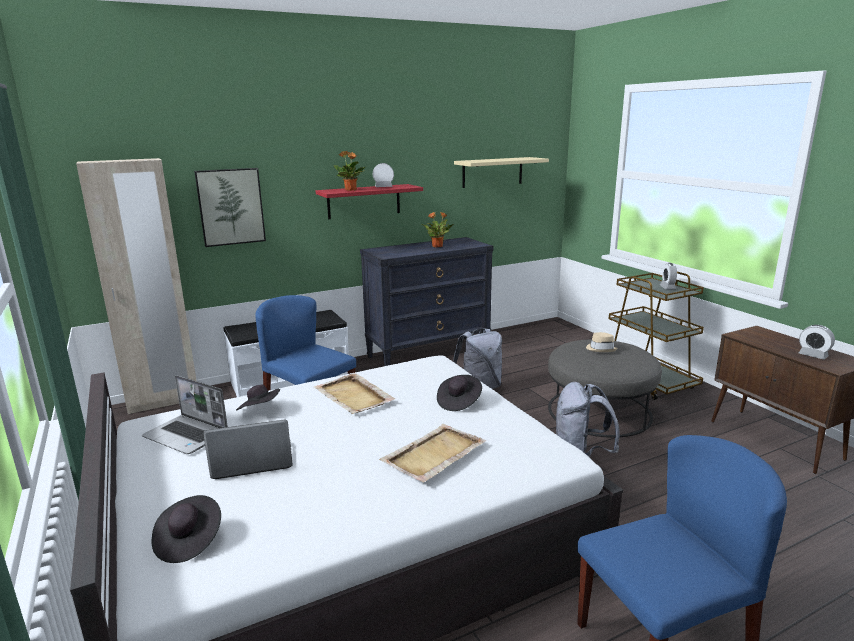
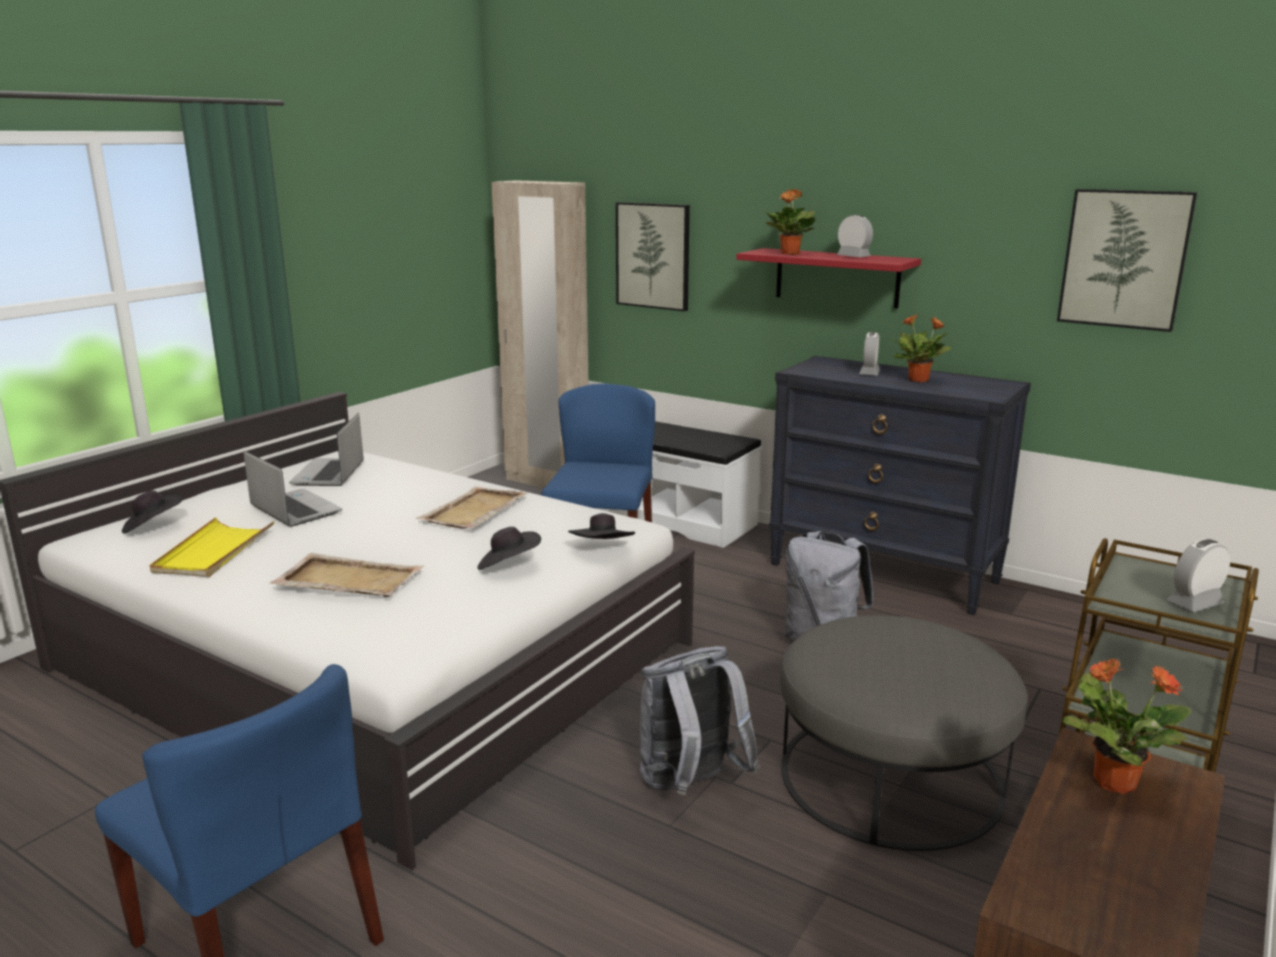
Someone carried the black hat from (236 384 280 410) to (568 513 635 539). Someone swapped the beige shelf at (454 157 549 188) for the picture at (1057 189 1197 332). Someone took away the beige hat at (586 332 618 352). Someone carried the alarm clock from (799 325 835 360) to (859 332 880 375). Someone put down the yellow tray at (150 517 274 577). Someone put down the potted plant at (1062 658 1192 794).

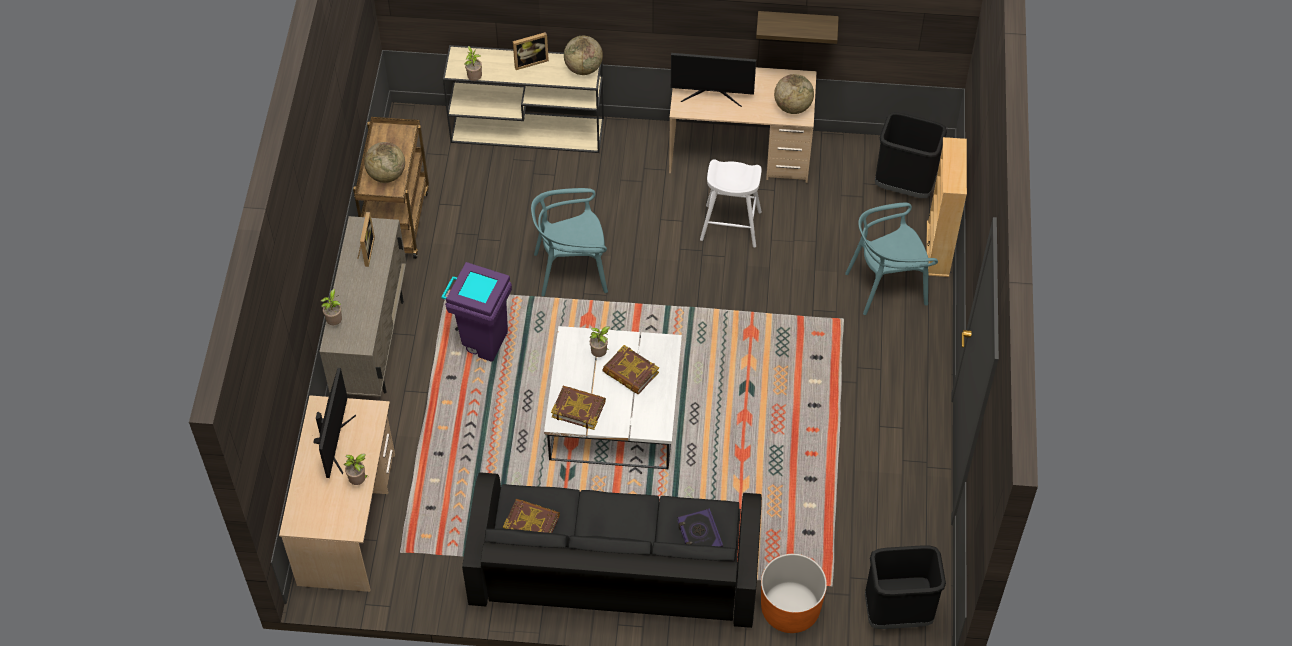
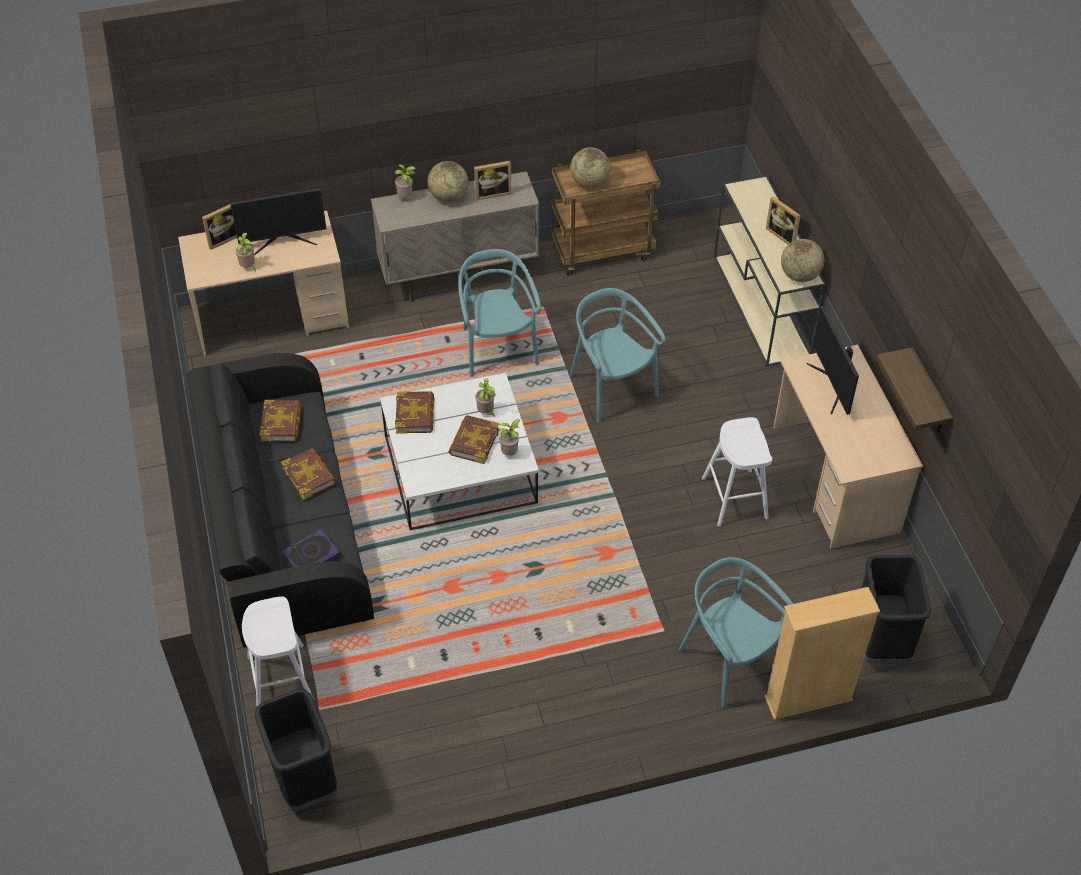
Someone swapped the purple trash can at (441 262 512 361) for the turquoise chair at (458 249 541 377). Someone carried the potted plant from (465 46 482 81) to (500 419 520 456). Someone swapped the orange planter at (761 554 827 633) for the white stool at (242 596 314 706). Someone carried the globe from (774 74 814 114) to (427 161 468 203). Someone put down the picture frame at (202 204 237 250). Someone put down the book at (281 448 337 500).

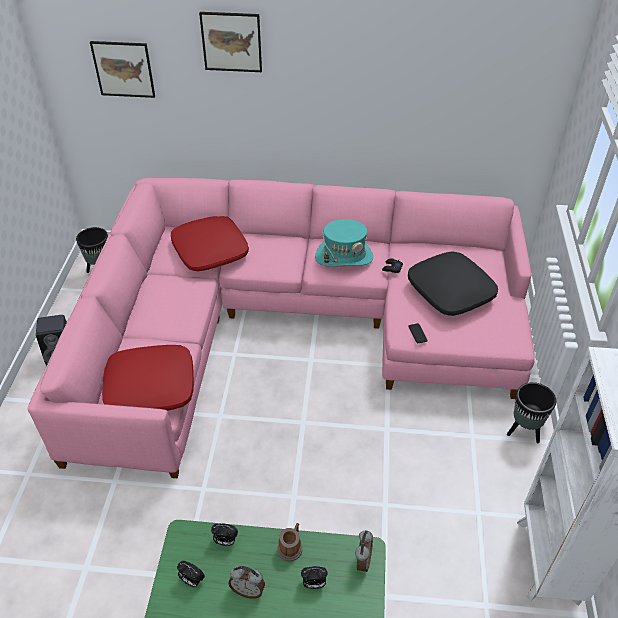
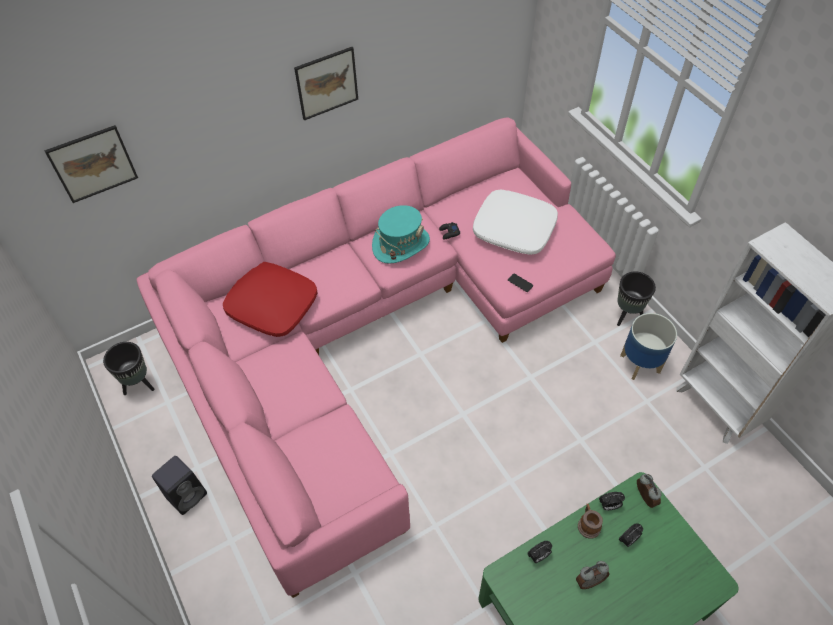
Someone took away the red pillow at (102 345 194 411). Someone carried the alarm clock from (177 561 205 587) to (599 492 625 510). Someone carried the picture from (199 12 262 72) to (294 47 358 120). Someone repainted the black pillow at (408 251 498 316), which became the white pillow at (473 189 558 255). Someone put down the planter at (620 313 677 380).

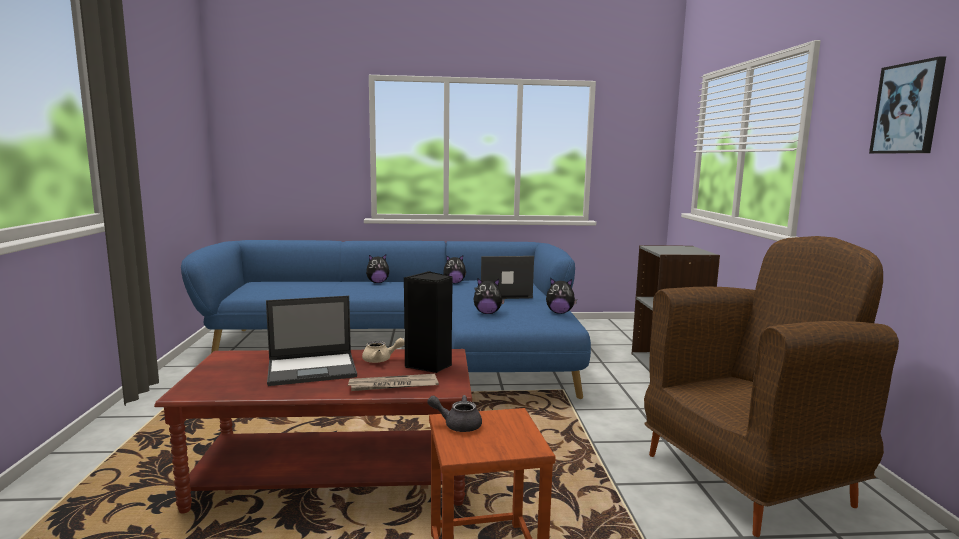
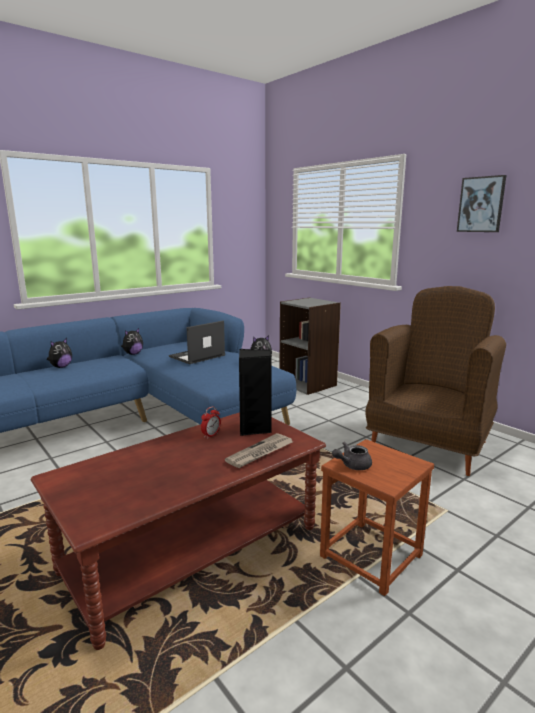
Someone took away the laptop at (266 296 357 386). Someone swapped the beige teapot at (362 338 405 363) for the alarm clock at (201 406 221 439). Someone took away the plush toy at (473 279 505 314).

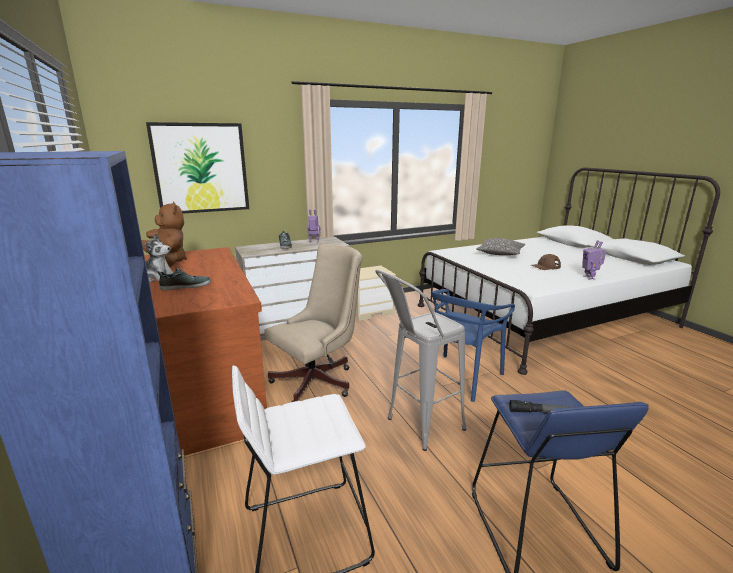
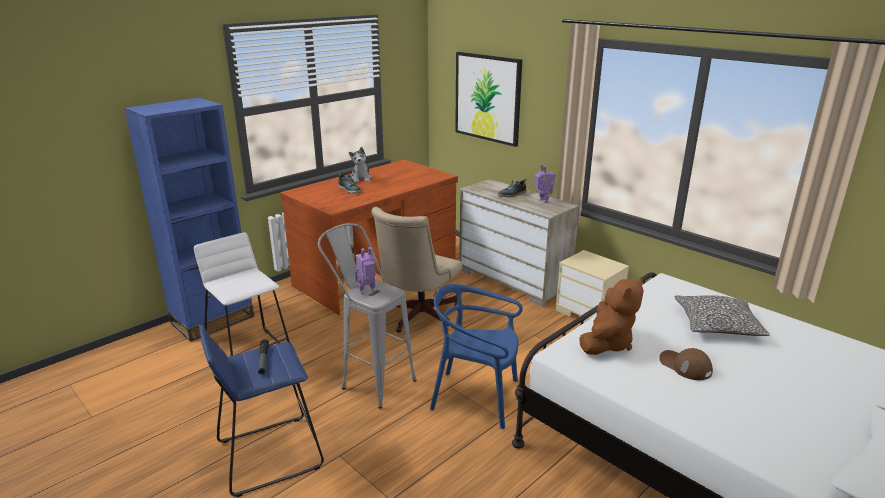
Someone carried the brown plush toy from (142 202 187 267) to (579 277 644 355). Someone rotated the beige office chair at (264 244 363 402) by 90 degrees clockwise. Someone carried the toy robot from (582 240 606 280) to (355 247 376 295).

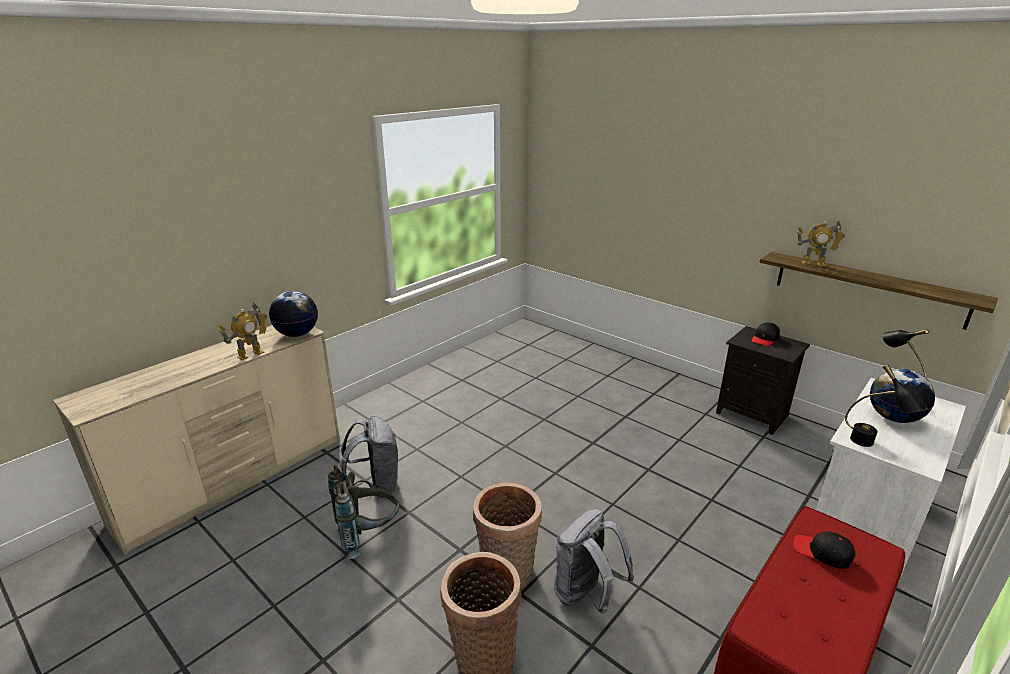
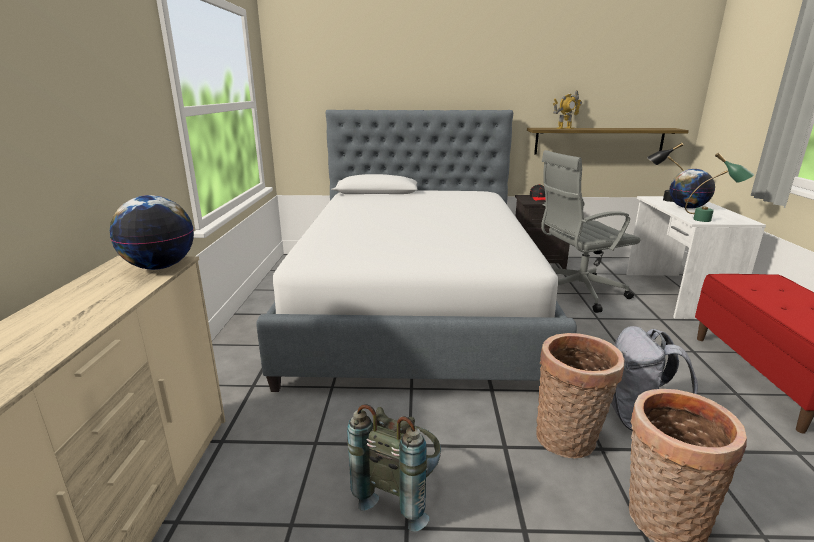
Someone took away the toy robot at (218 302 268 360). Someone took away the grey backpack at (341 416 399 498). Someone took away the black cap at (793 531 855 569). Someone repainted the black table lamp at (845 365 927 447), which became the green table lamp at (685 153 754 222). Someone put down the bed at (256 110 577 392). Someone put down the grey office chair at (541 150 640 313).

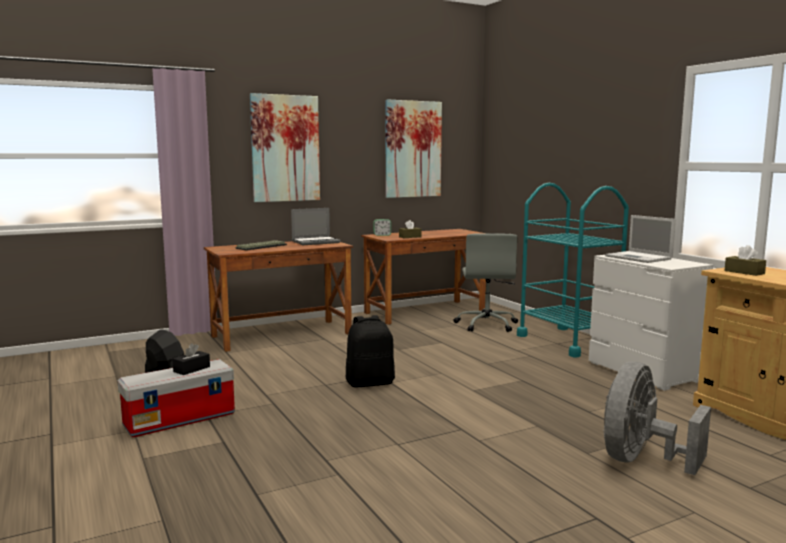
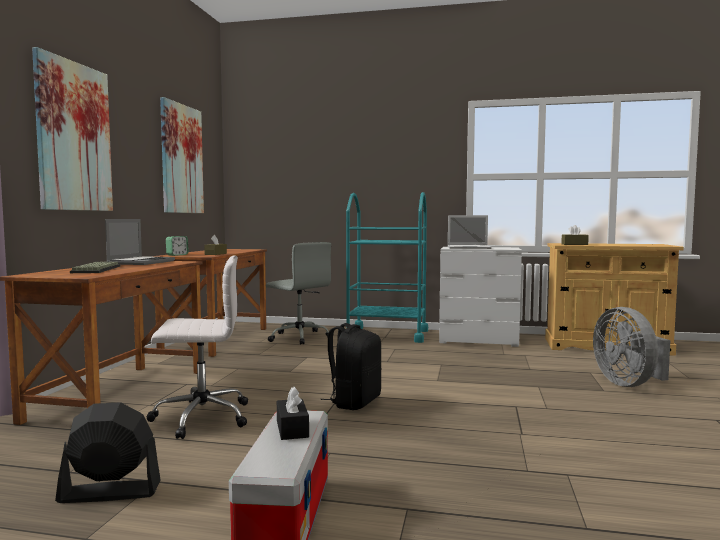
Someone put down the white office chair at (147 255 248 439).

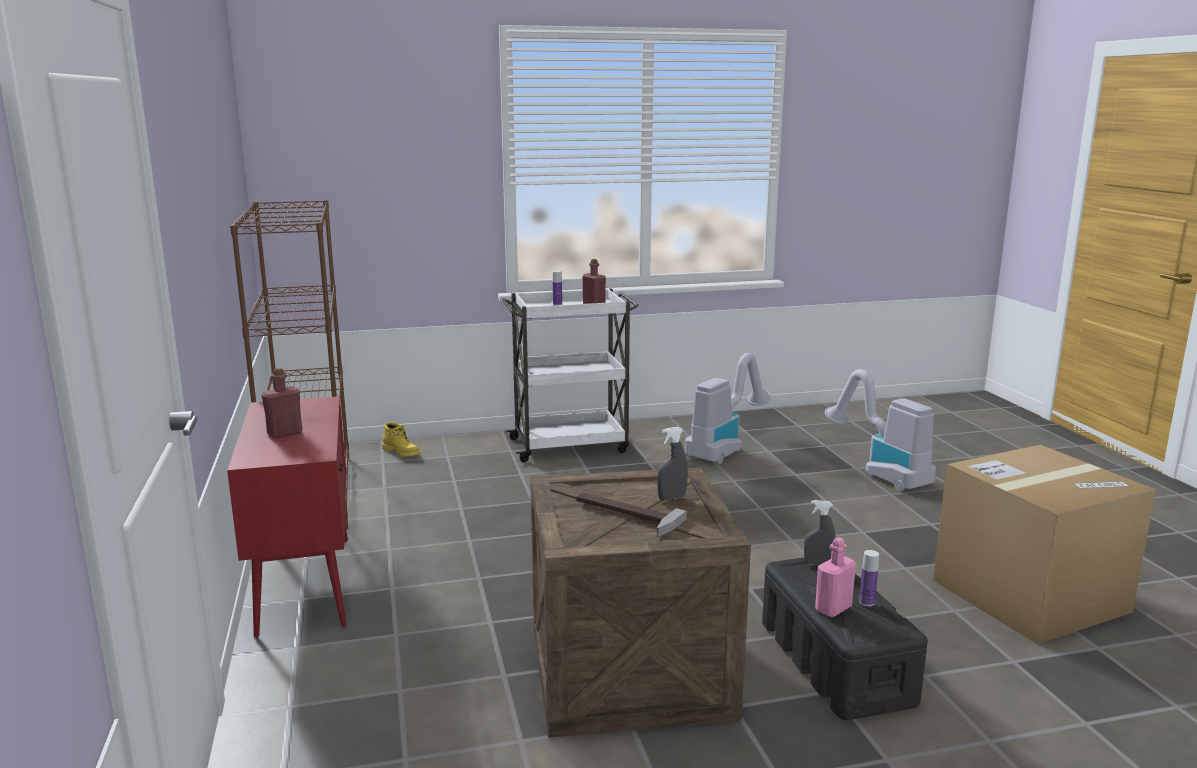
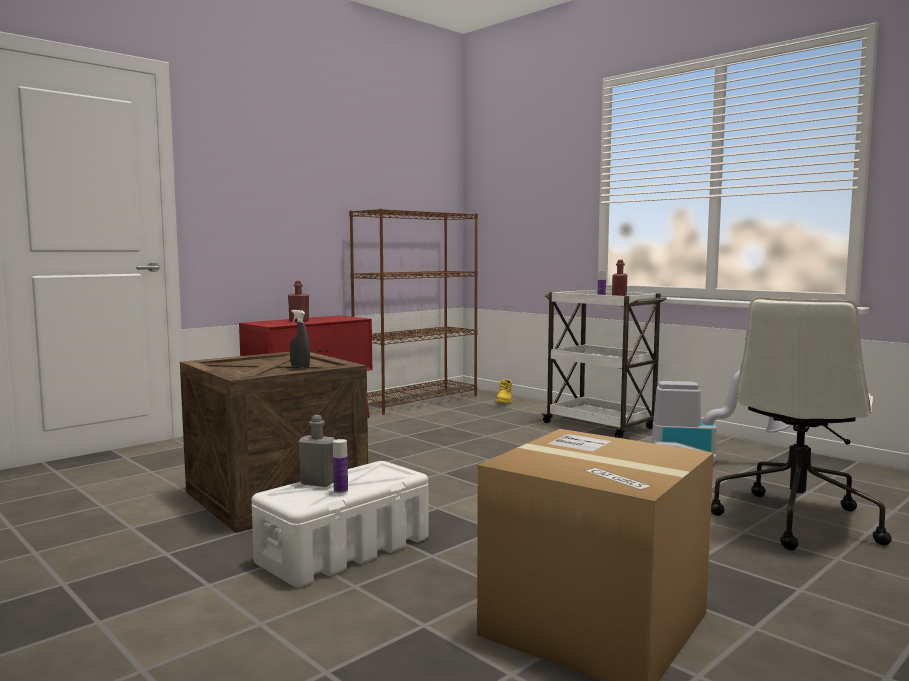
Someone took away the hammer at (576 492 687 537). Someone repainted the black storage box at (762 558 928 720), which became the white storage box at (252 461 429 587). Someone took away the grey spray bottle at (804 500 836 565). Someone repainted the pink bottle at (815 537 856 617), which became the grey bottle at (299 415 335 487). Someone swapped the vacuum cleaner at (825 369 936 491) for the white office chair at (711 298 892 550).

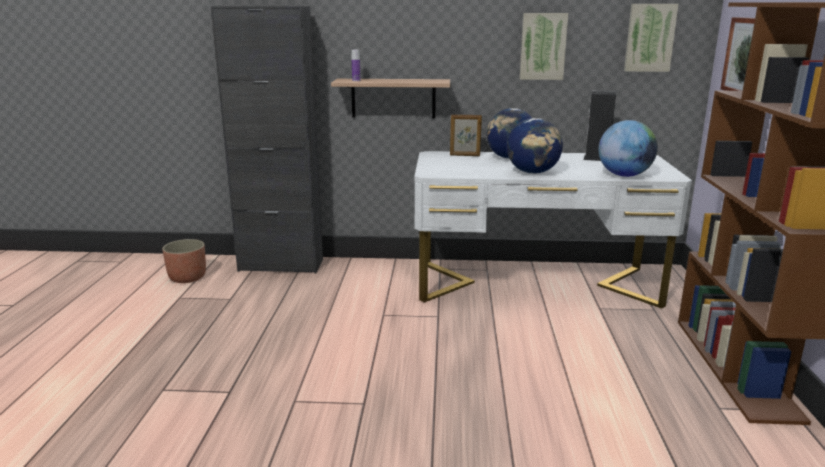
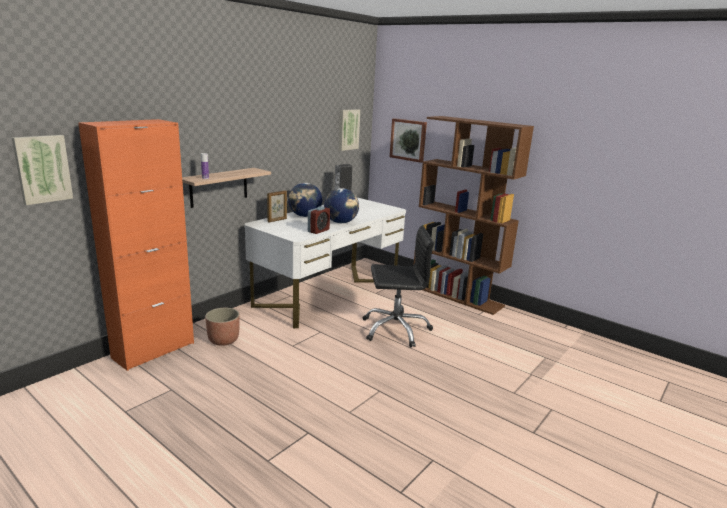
Someone carried the planter from (162 239 206 283) to (205 308 240 346). Someone repainted the black cabinet at (210 6 323 273), which became the orange cabinet at (78 119 194 371). Someone carried the picture from (520 13 568 80) to (12 135 73 205). Someone took away the globe at (599 120 658 177). Someone put down the alarm clock at (308 206 330 234). Someone put down the black office chair at (363 226 434 347).

